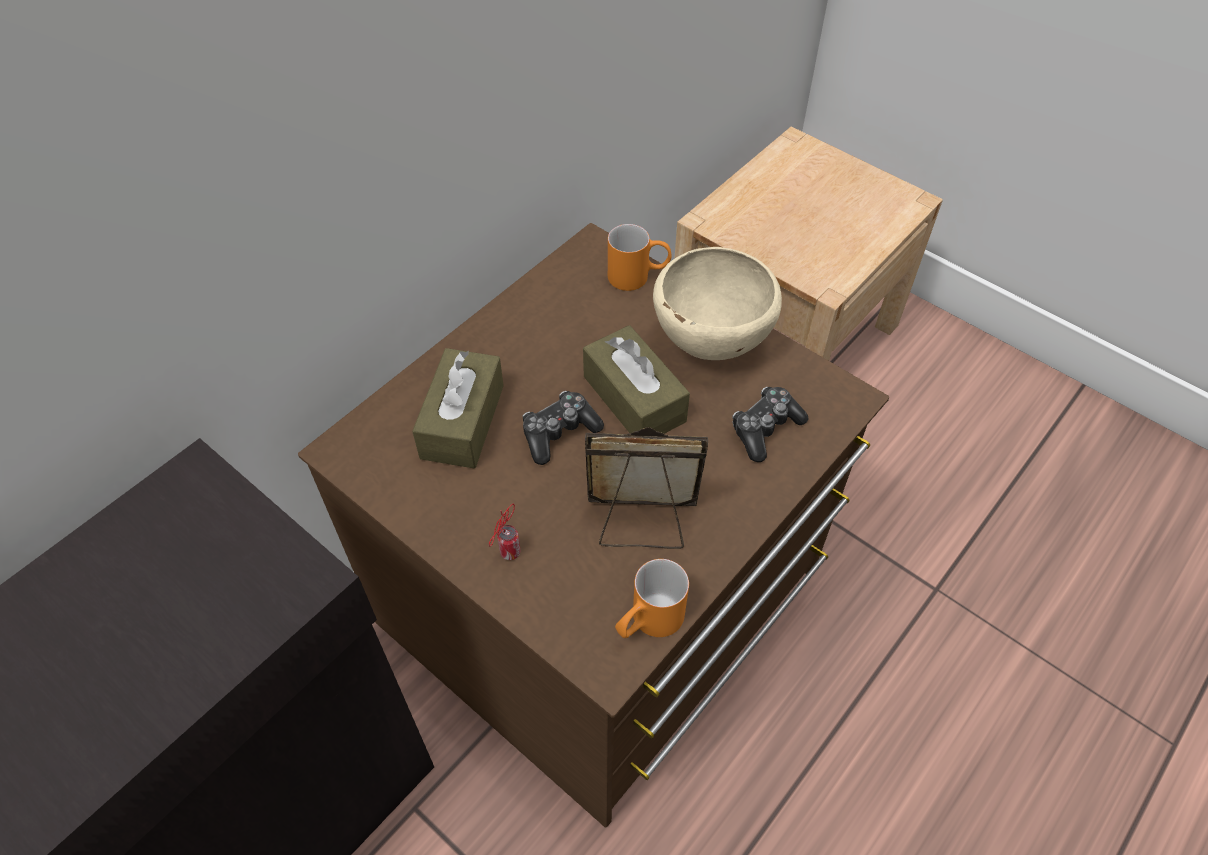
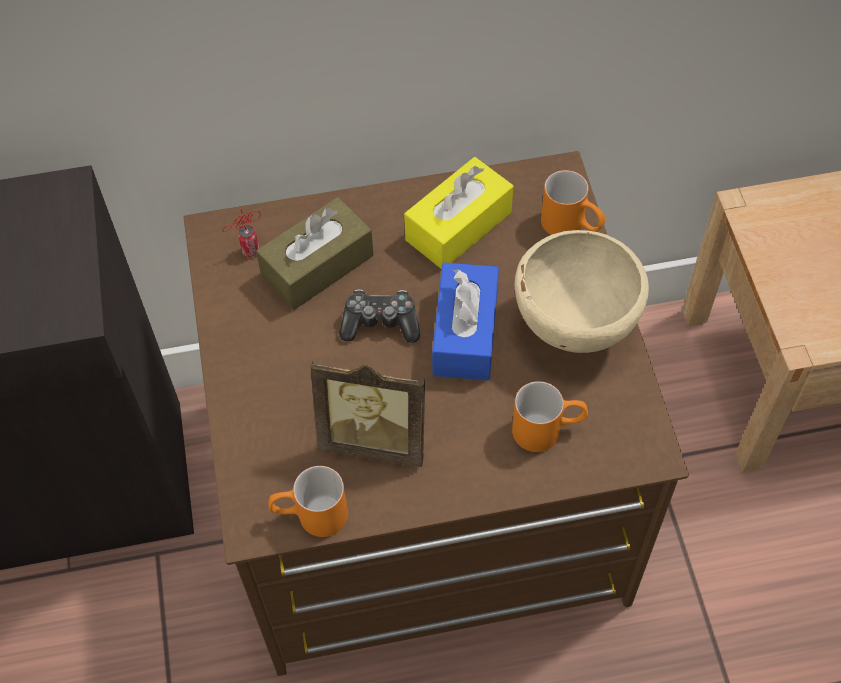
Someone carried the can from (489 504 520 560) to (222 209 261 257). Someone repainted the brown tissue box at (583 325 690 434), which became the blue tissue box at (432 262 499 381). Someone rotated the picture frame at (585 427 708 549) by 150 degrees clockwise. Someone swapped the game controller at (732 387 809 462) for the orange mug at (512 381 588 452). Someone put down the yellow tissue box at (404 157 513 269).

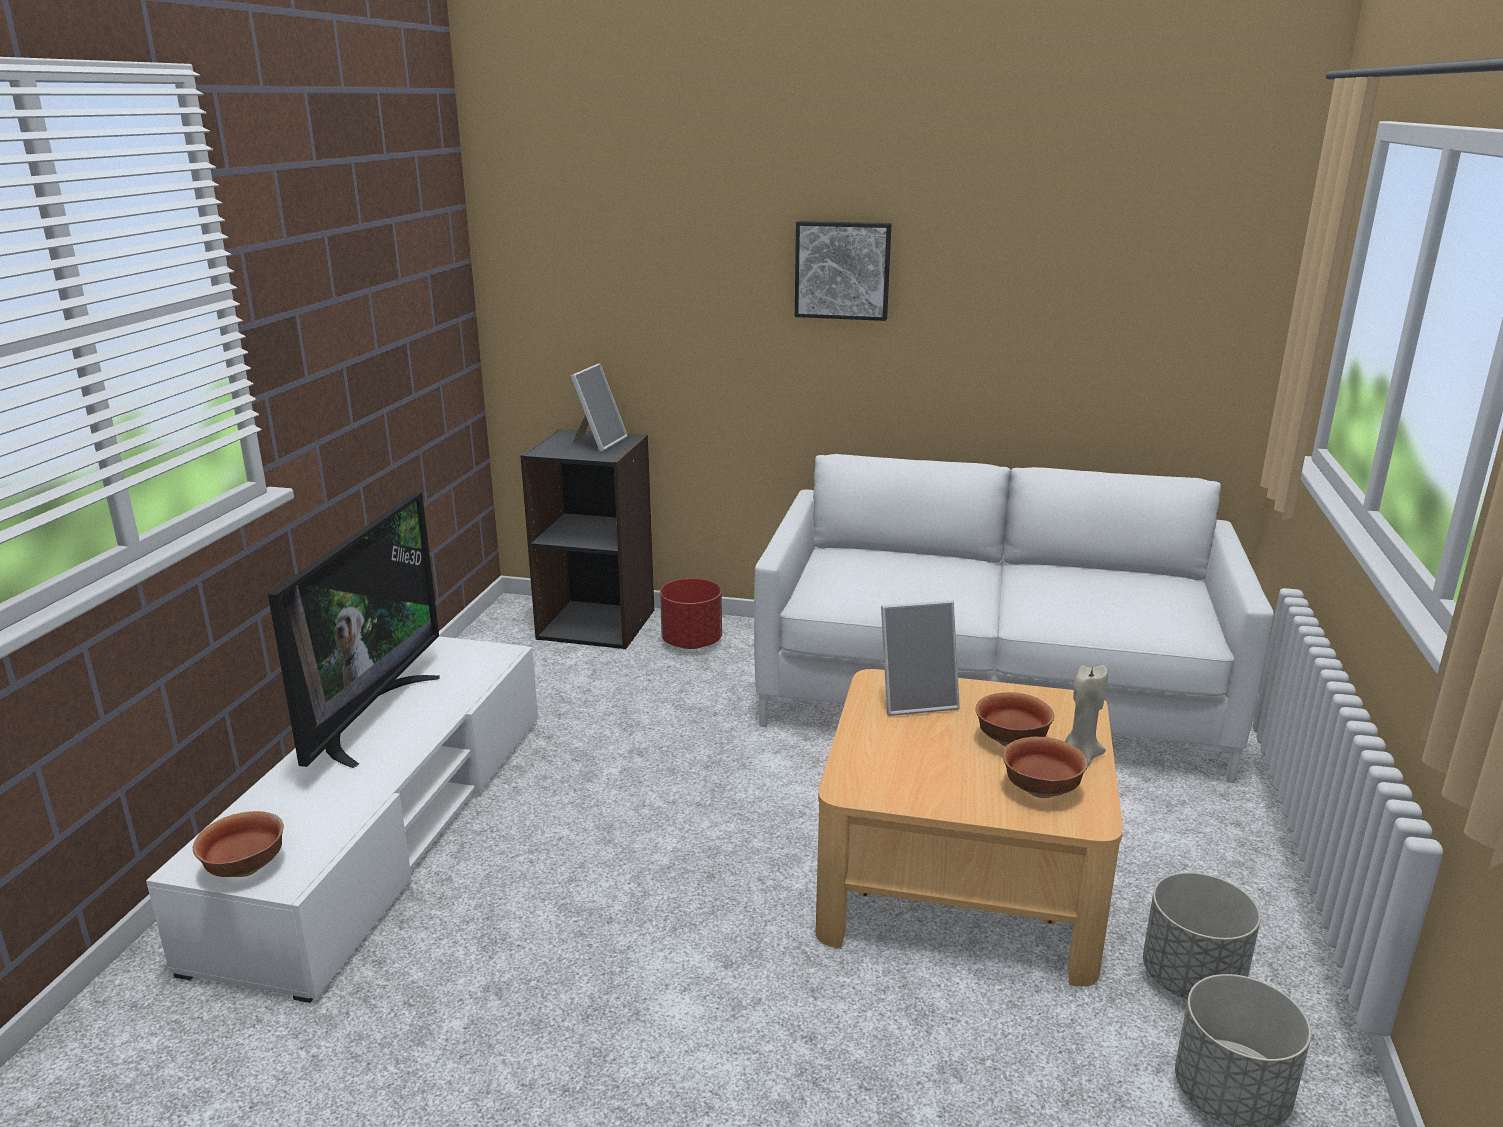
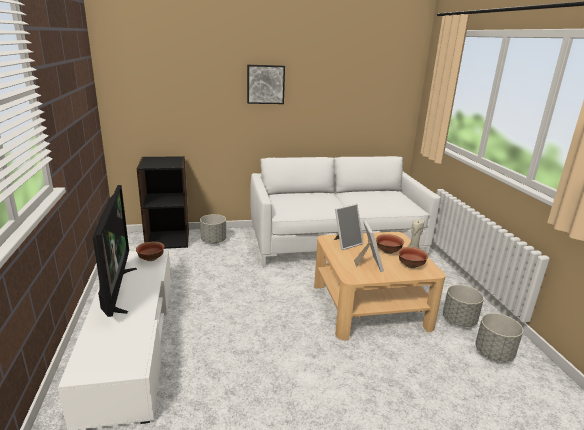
Someone carried the bowl from (193 811 284 877) to (136 242 164 261). Someone carried the picture frame from (570 363 628 452) to (354 220 384 272). Someone repainted the red planter at (660 578 722 649), which became the grey planter at (200 214 226 243).

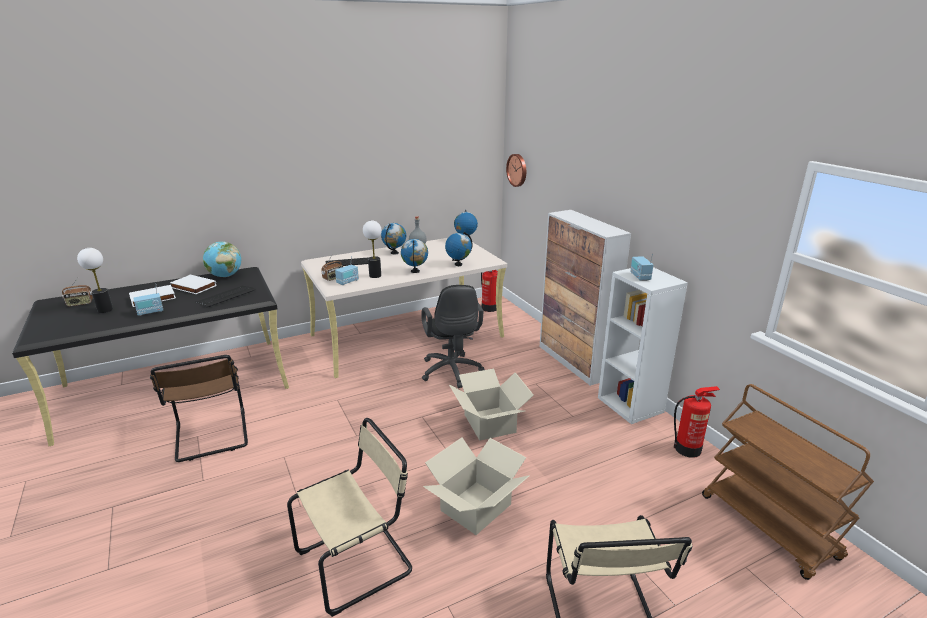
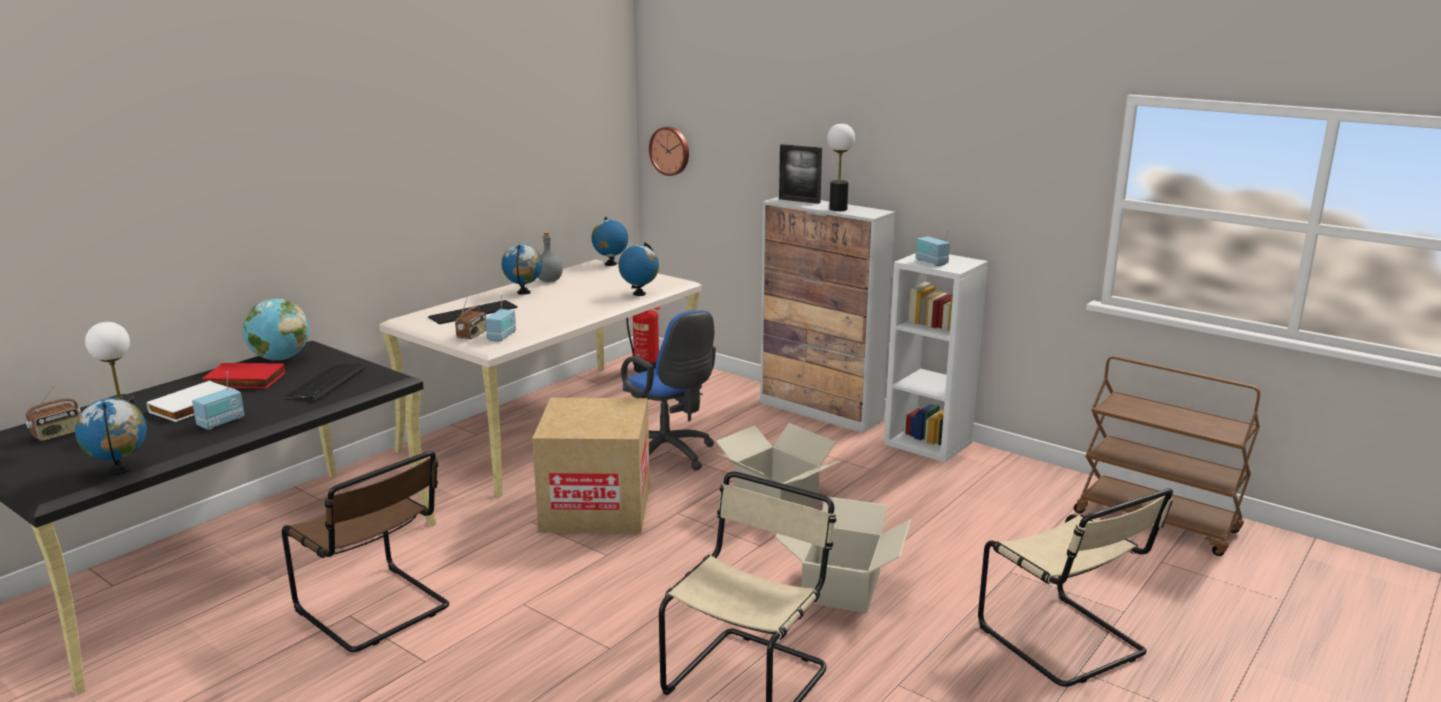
Someone repainted the white book at (170 275 216 294), which became the red book at (202 363 285 388). Someone carried the table lamp from (363 220 382 278) to (827 123 855 211). Someone carried the globe from (401 239 428 273) to (75 398 147 475). Someone repainted the black office chair at (421 285 484 388), which became the blue office chair at (621 310 716 471). Someone took away the fire extinguisher at (674 386 720 458). Someone put down the cardboard box at (532 398 650 534). Someone put down the picture frame at (779 144 822 204).

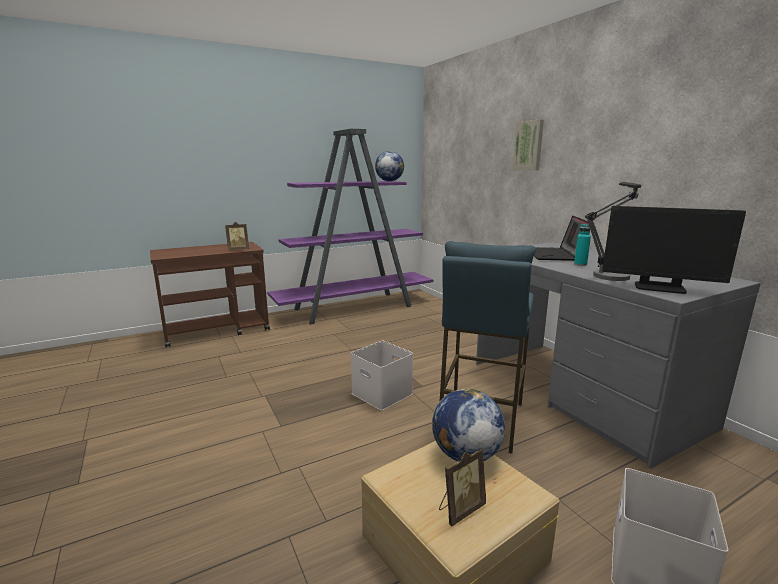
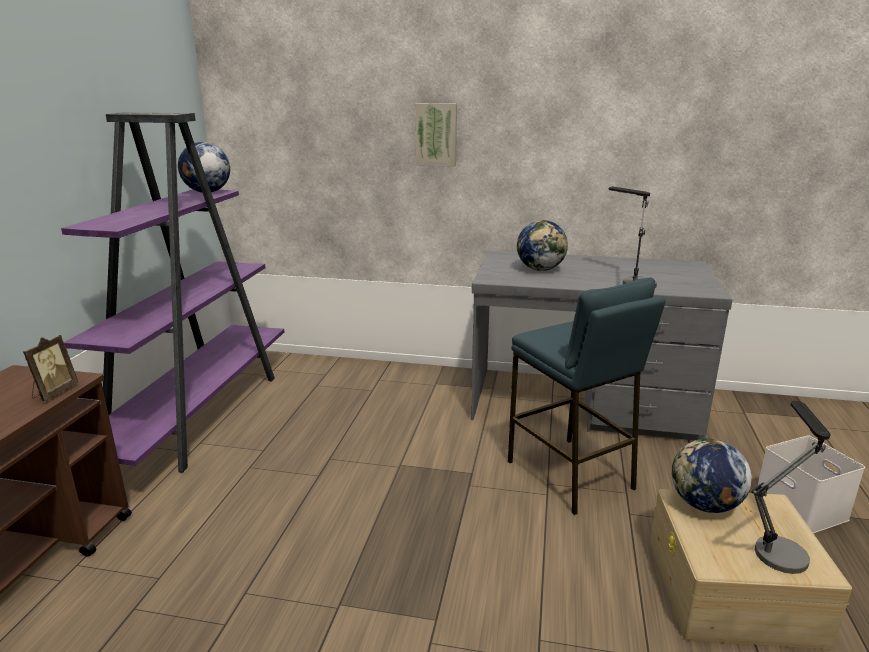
Someone took away the white storage box at (351 341 413 411). Someone swapped the picture frame at (439 448 486 526) for the table lamp at (752 401 831 574). Someone swapped the laptop at (534 216 590 261) for the globe at (517 220 568 271). Someone took away the turquoise bottle at (574 224 591 266). Someone took away the monitor at (602 206 746 294).

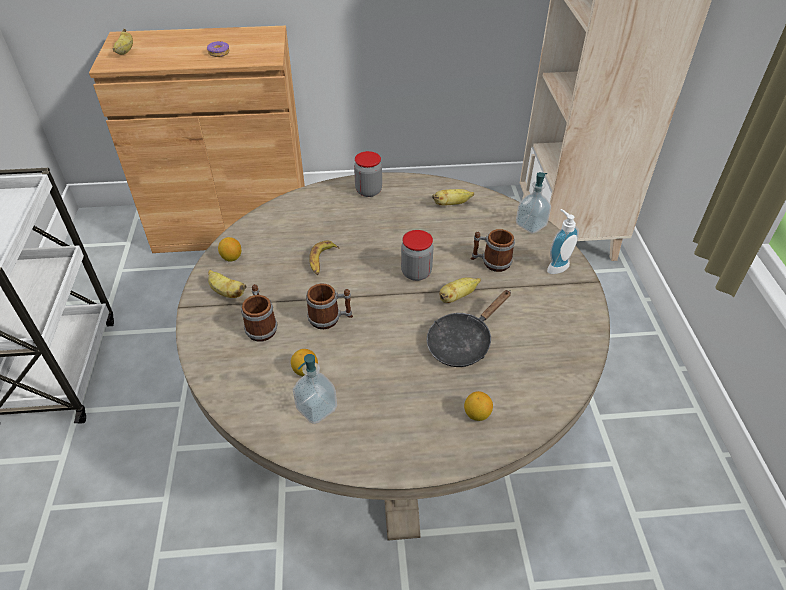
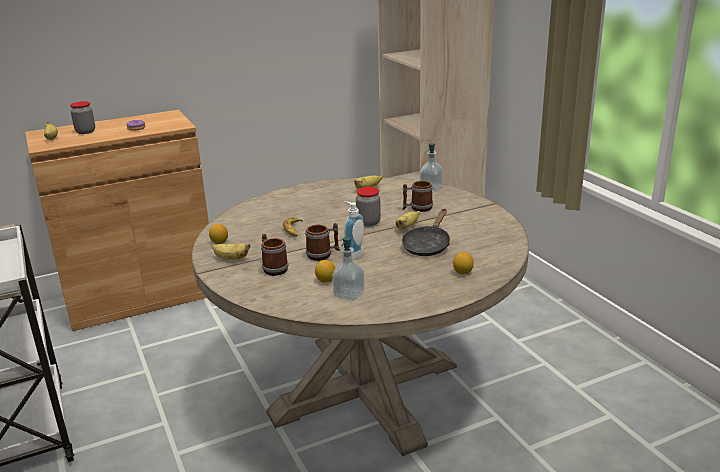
Someone carried the jar from (354 151 382 197) to (70 101 95 134). Someone carried the soap dispenser from (547 209 579 274) to (343 201 364 260).

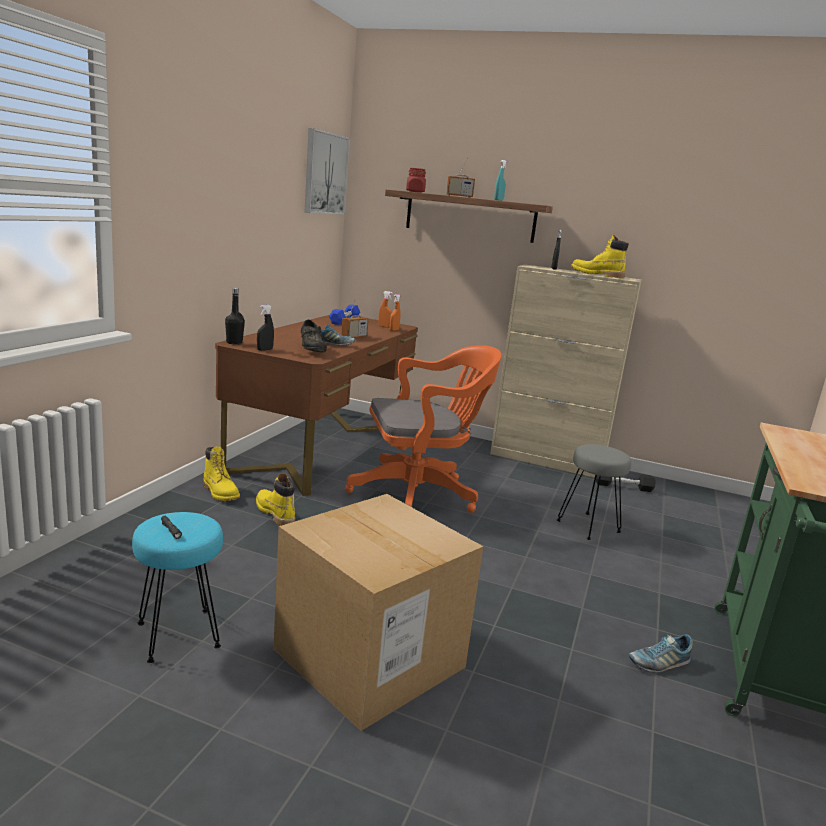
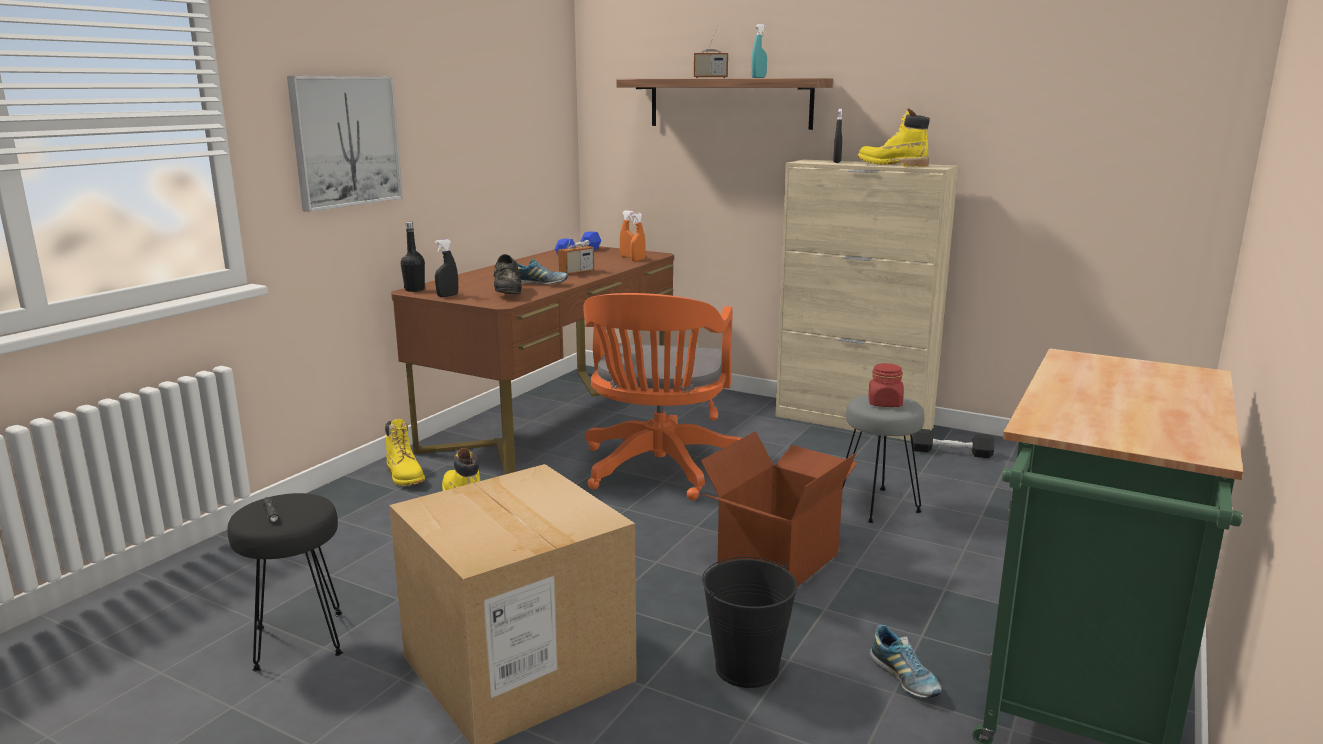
Someone repainted the turquoise stool at (132 512 223 663), which became the black stool at (227 493 343 671). Someone carried the picture from (304 128 350 215) to (287 76 403 212). Someone rotated the orange office chair at (345 345 502 513) by 105 degrees clockwise. Someone carried the red jar from (406 168 426 193) to (868 363 904 407). Someone rotated the shoe at (629 634 693 672) by 105 degrees counterclockwise. Someone put down the cardboard box at (700 431 858 587). Someone put down the black bucket at (702 557 797 688).

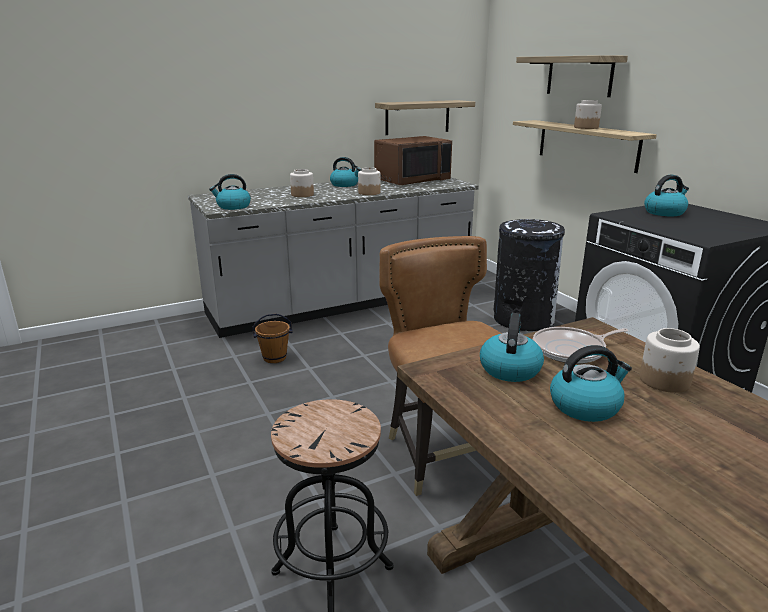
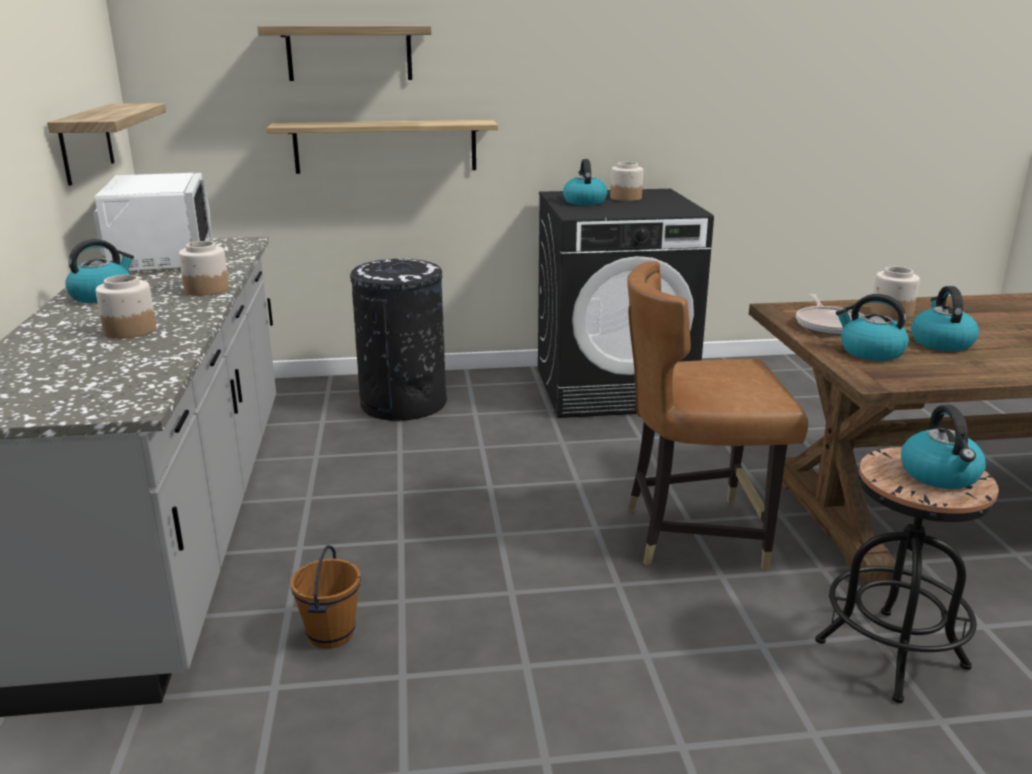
Someone carried the kettle from (209 174 251 210) to (901 405 986 489). Someone repainted the brown microwave at (374 136 452 185), which became the white microwave at (93 173 211 271). Someone carried the jar from (574 100 602 129) to (610 162 643 201).

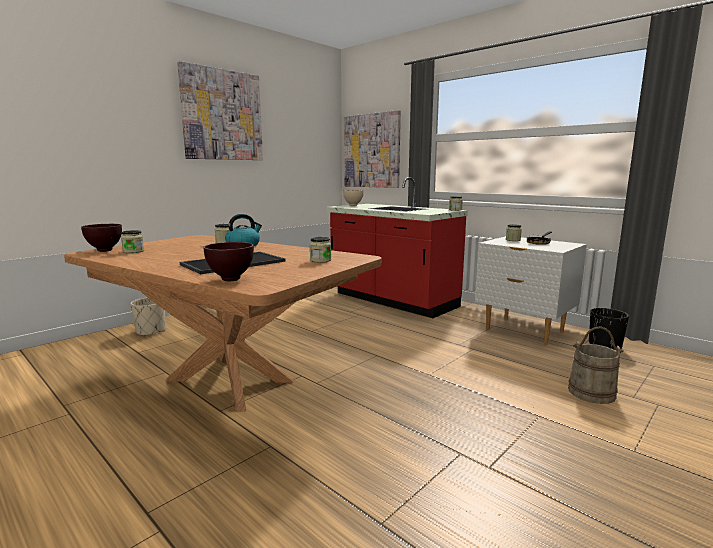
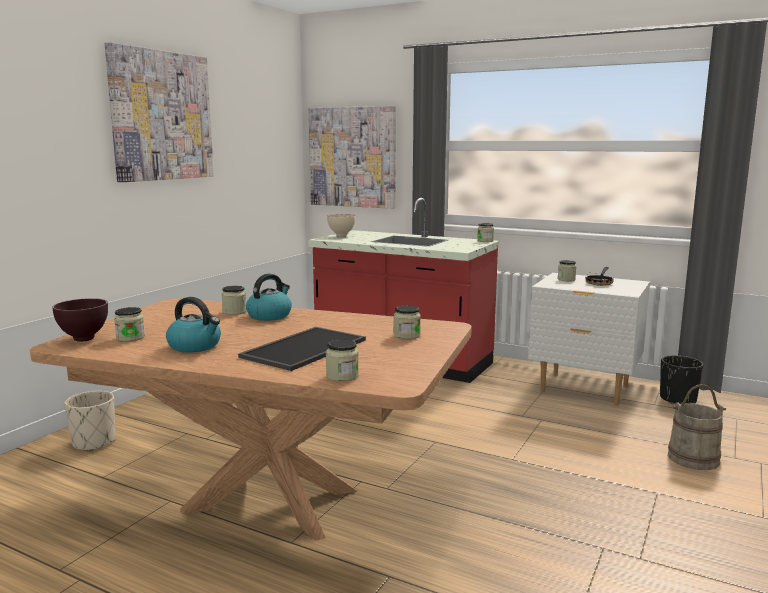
Someone swapped the brown bowl at (203 242 254 281) for the jar at (326 339 359 382). Someone put down the kettle at (166 297 221 353).

